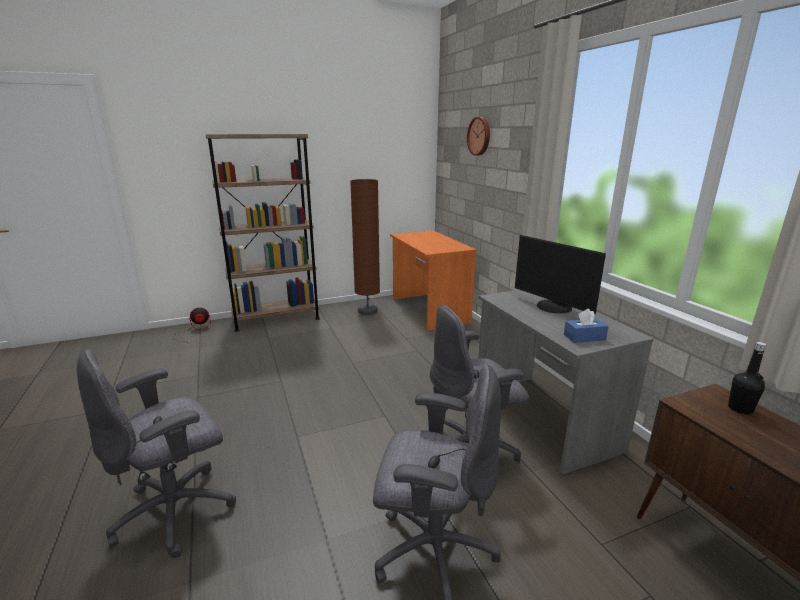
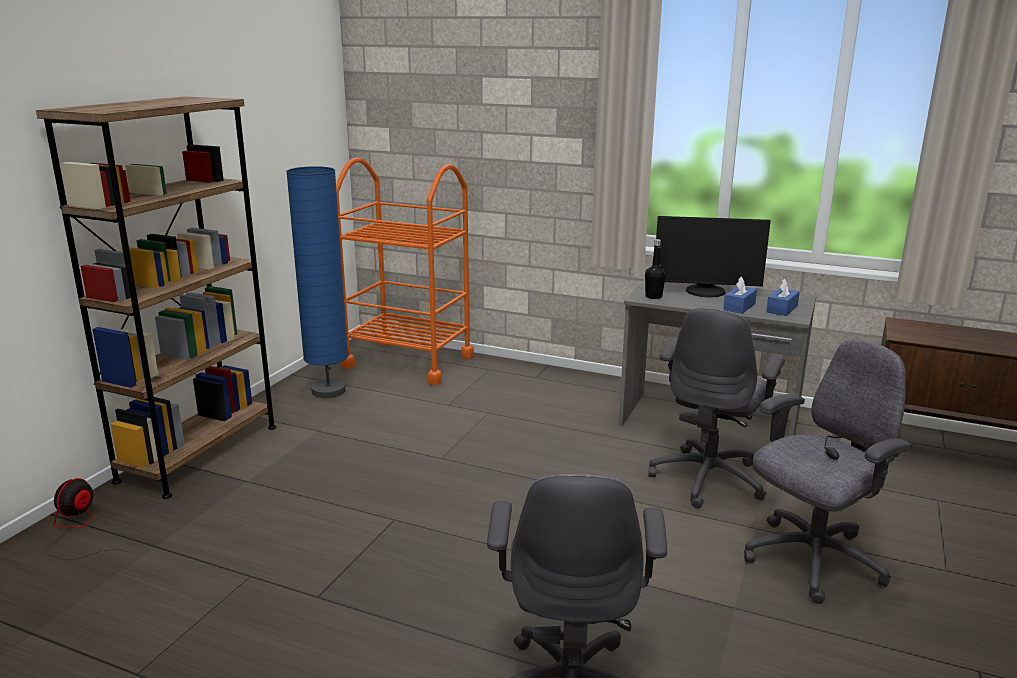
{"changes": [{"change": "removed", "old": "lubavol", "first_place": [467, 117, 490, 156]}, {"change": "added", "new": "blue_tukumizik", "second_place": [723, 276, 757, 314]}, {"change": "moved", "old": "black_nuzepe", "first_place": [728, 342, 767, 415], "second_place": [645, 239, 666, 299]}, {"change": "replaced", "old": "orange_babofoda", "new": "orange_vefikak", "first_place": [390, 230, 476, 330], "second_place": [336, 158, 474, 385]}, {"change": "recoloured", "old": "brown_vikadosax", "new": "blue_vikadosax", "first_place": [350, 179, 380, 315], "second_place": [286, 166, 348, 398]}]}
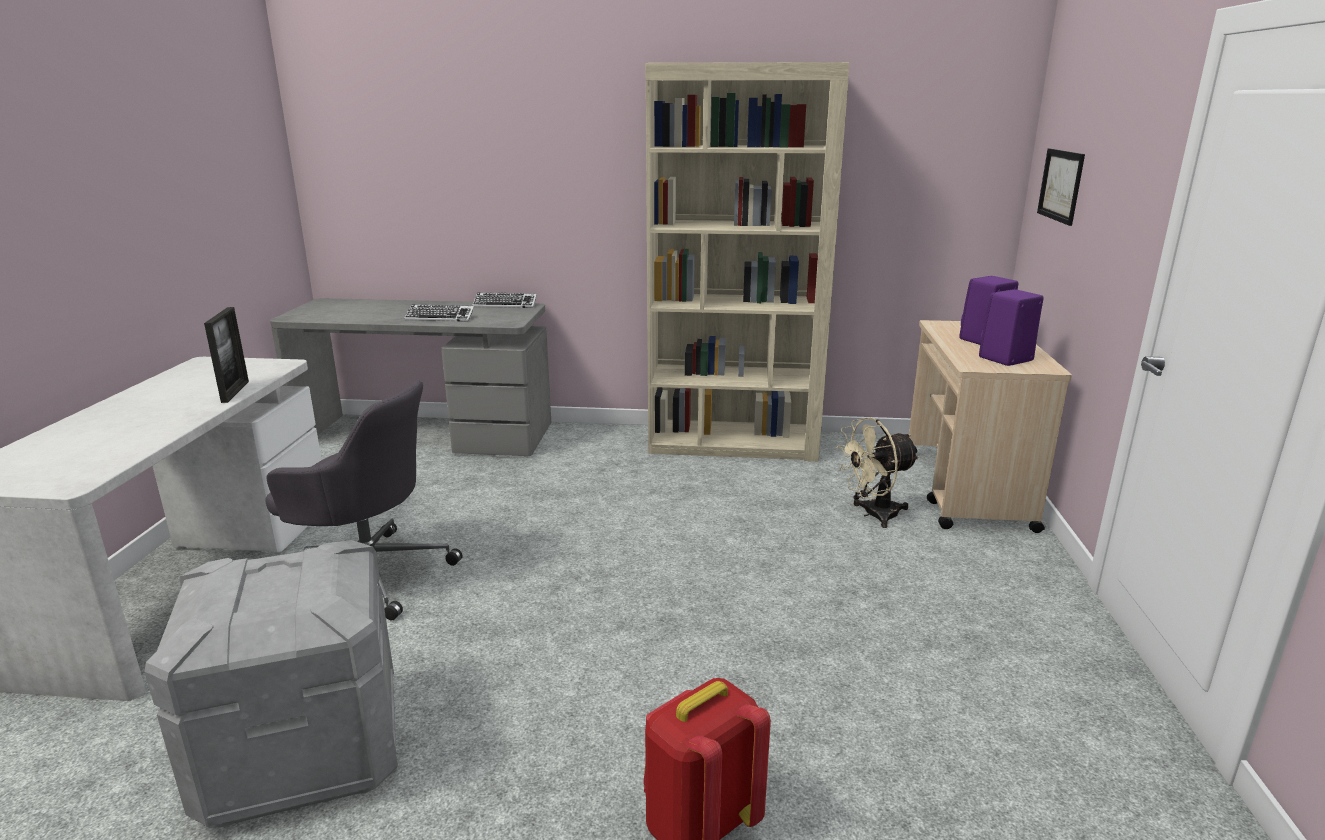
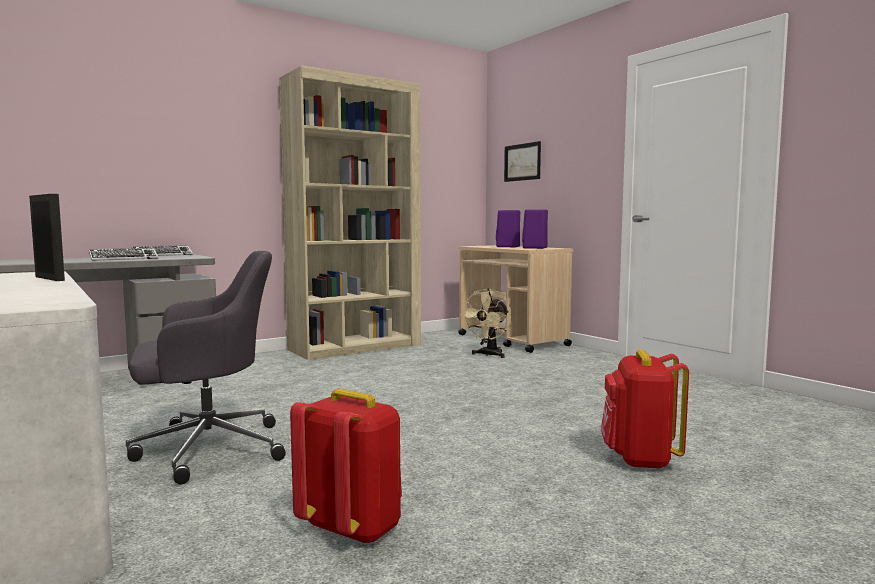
{"changes": [{"change": "replaced", "old": "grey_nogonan", "new": "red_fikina", "first_place": [144, 540, 398, 828], "second_place": [290, 389, 402, 545]}]}
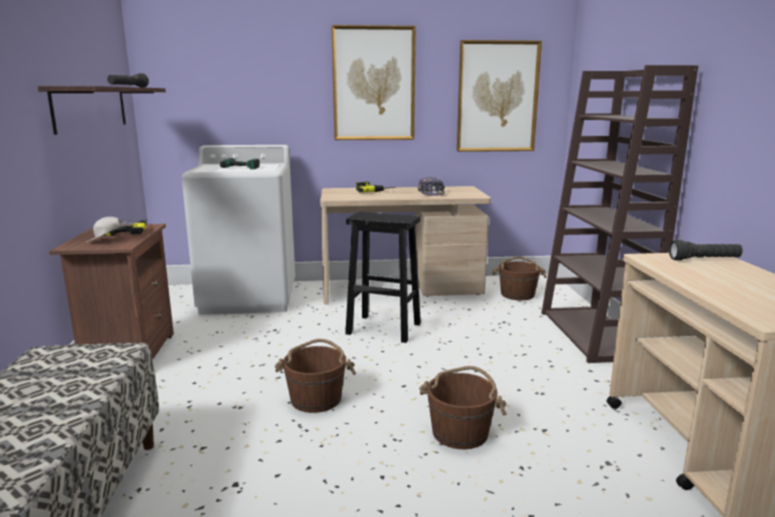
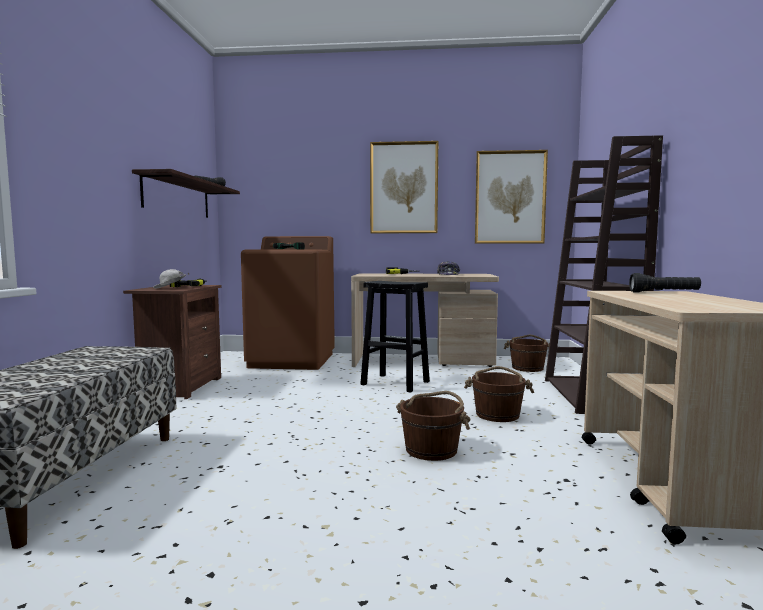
{"changes": [{"change": "moved", "old": "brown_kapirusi", "first_place": [275, 339, 356, 413], "second_place": [464, 366, 534, 422]}, {"change": "recoloured", "old": "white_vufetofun", "new": "brown_vufetofun", "first_place": [182, 145, 295, 315], "second_place": [241, 236, 335, 370]}]}
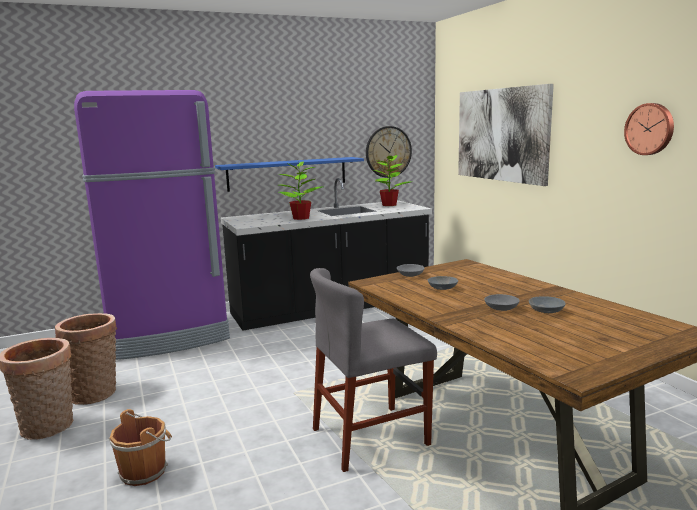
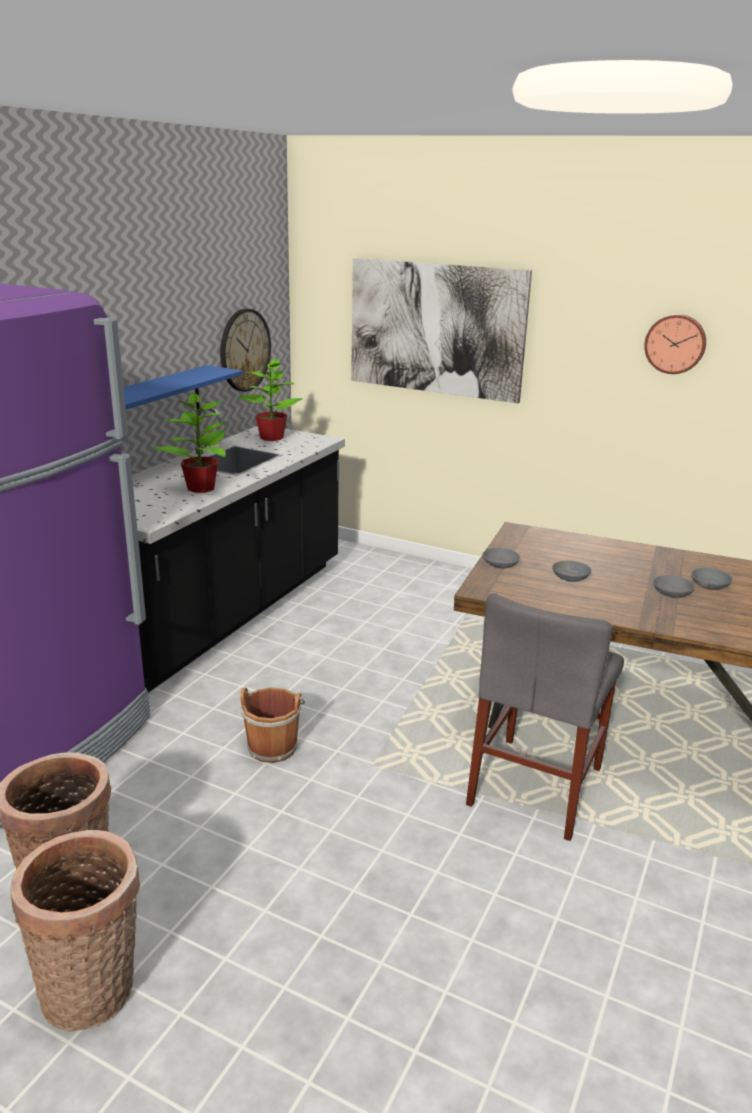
{"changes": [{"change": "moved", "old": "brown_kapirusi", "first_place": [108, 409, 172, 486], "second_place": [240, 687, 305, 763]}]}
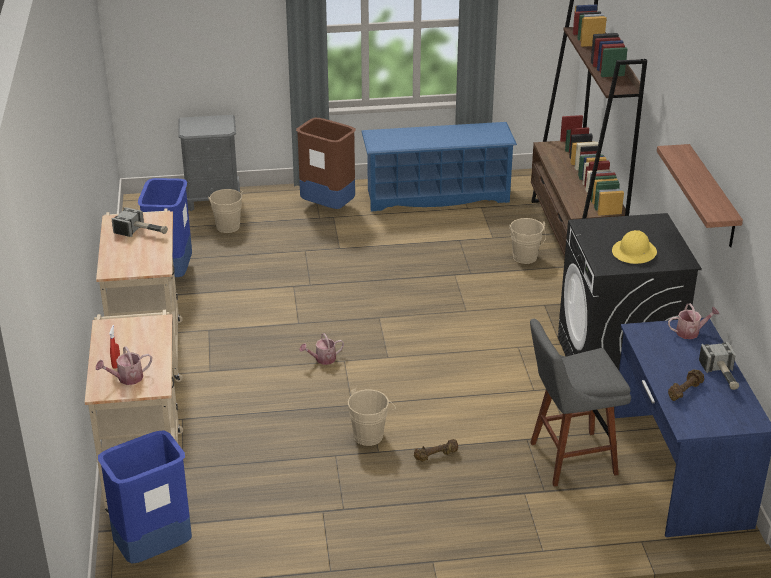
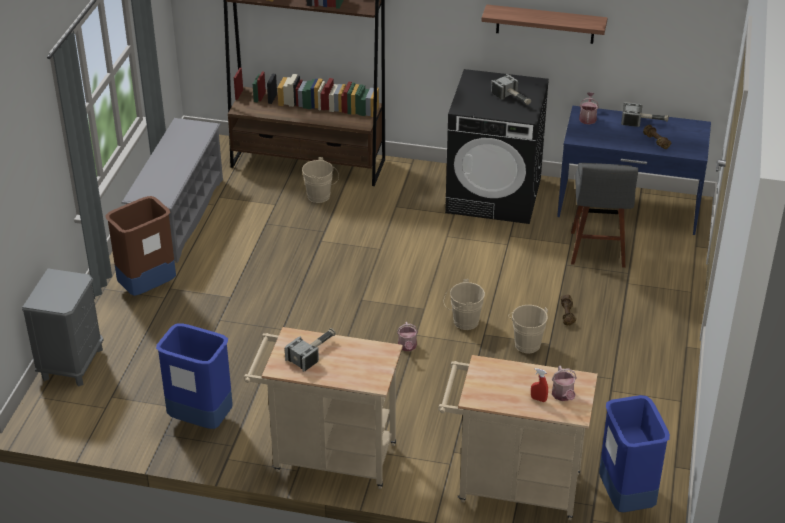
{"changes": [{"change": "moved", "old": "beige_kapirusi", "first_place": [208, 189, 243, 233], "second_place": [444, 279, 485, 330]}, {"change": "replaced", "old": "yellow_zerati", "new": "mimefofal", "first_place": [612, 230, 657, 264], "second_place": [491, 74, 531, 105]}, {"change": "recoloured", "old": "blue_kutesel", "new": "grey_kutesel", "first_place": [361, 122, 517, 212], "second_place": [121, 118, 223, 263]}]}
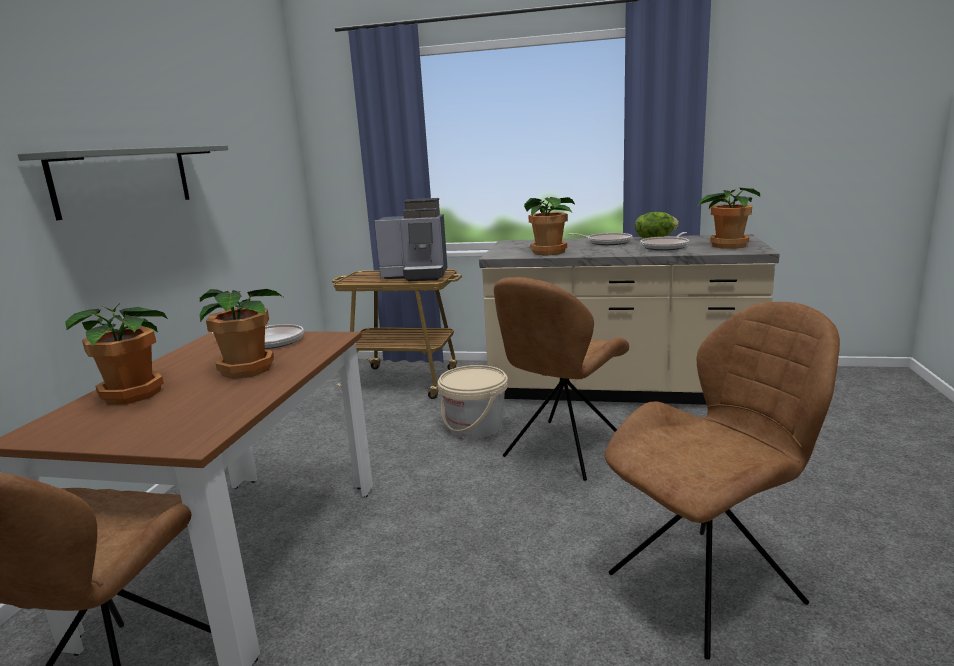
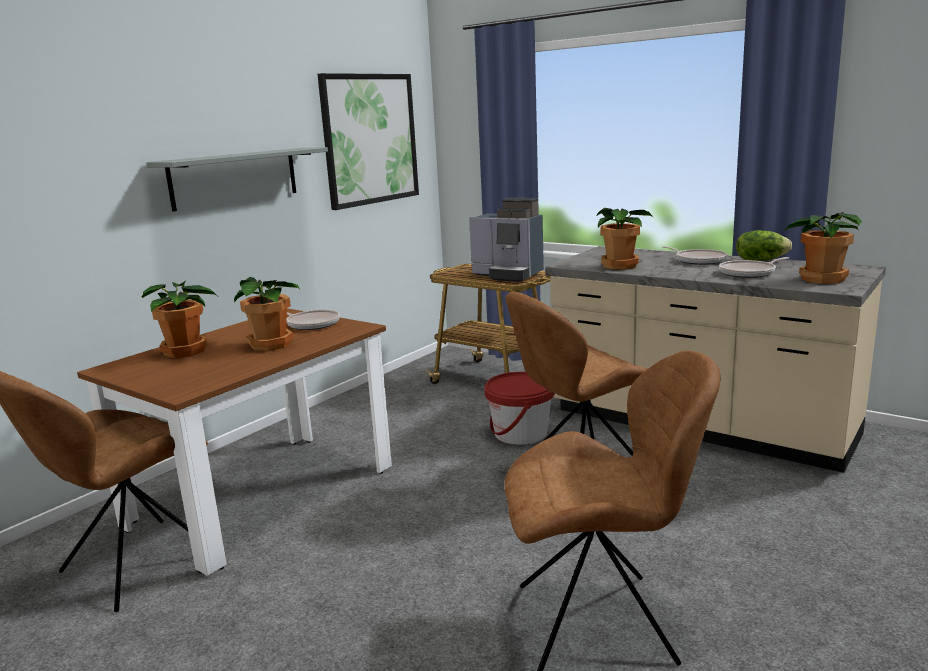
{"changes": [{"change": "added", "new": "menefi", "second_place": [317, 73, 419, 210]}, {"change": "recoloured", "old": "beige_kapirusi", "new": "red_kapirusi", "first_place": [438, 365, 508, 438], "second_place": [484, 372, 555, 445]}]}
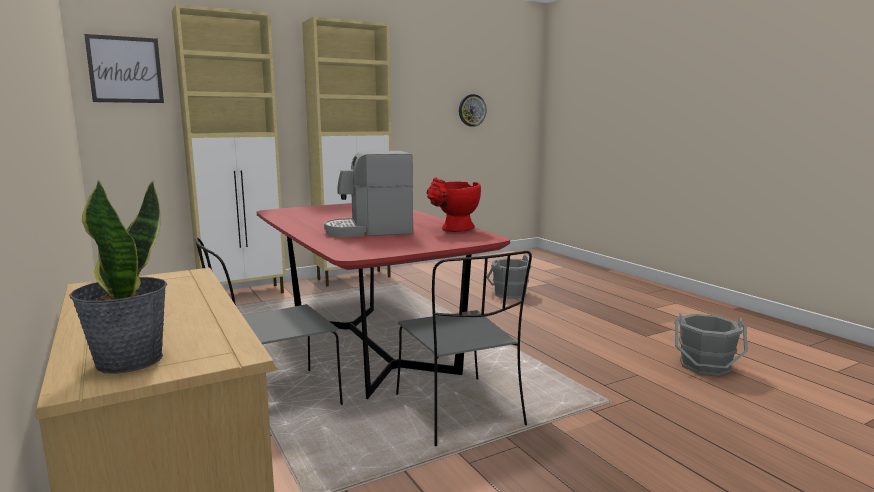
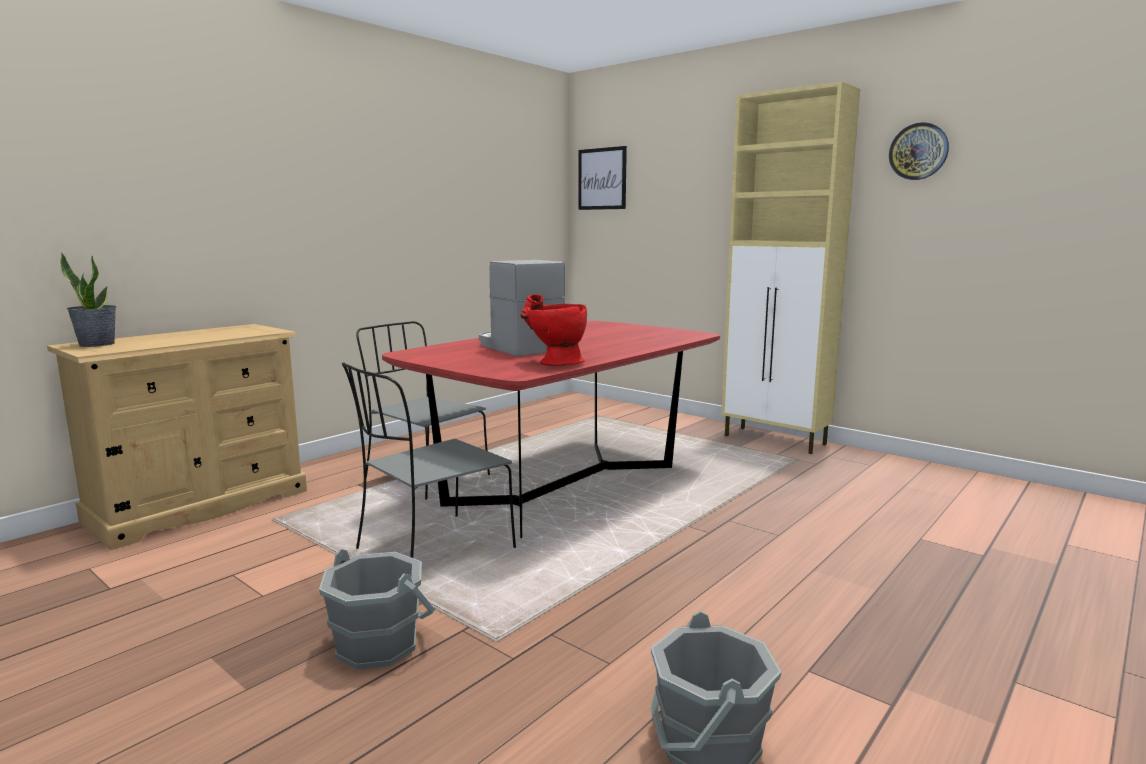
{"changes": [{"change": "removed", "old": "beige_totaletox", "first_place": [172, 4, 286, 293]}, {"change": "moved", "old": "lubavol", "first_place": [459, 94, 487, 127], "second_place": [889, 122, 949, 180]}, {"change": "moved", "old": "grey_kapirusi", "first_place": [486, 255, 531, 299], "second_place": [319, 549, 435, 670]}]}
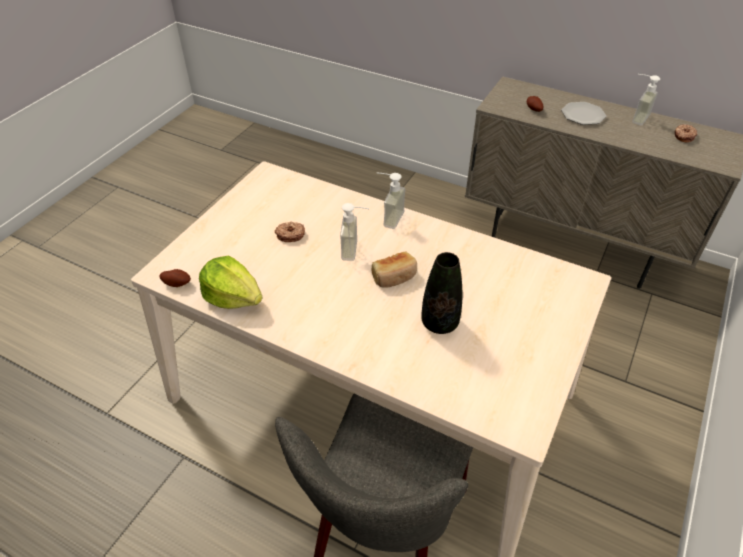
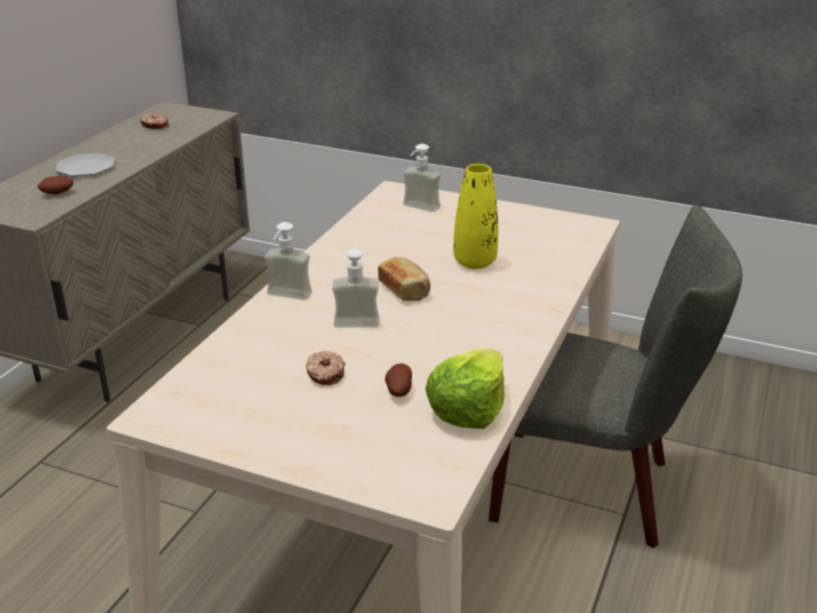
{"changes": [{"change": "moved", "old": "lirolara", "first_place": [159, 269, 191, 287], "second_place": [385, 363, 412, 397]}, {"change": "moved", "old": "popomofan", "first_place": [632, 74, 660, 126], "second_place": [403, 144, 441, 212]}, {"change": "recoloured", "old": "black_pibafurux", "new": "yellow_pibafurux", "first_place": [421, 252, 462, 334], "second_place": [454, 164, 498, 269]}]}
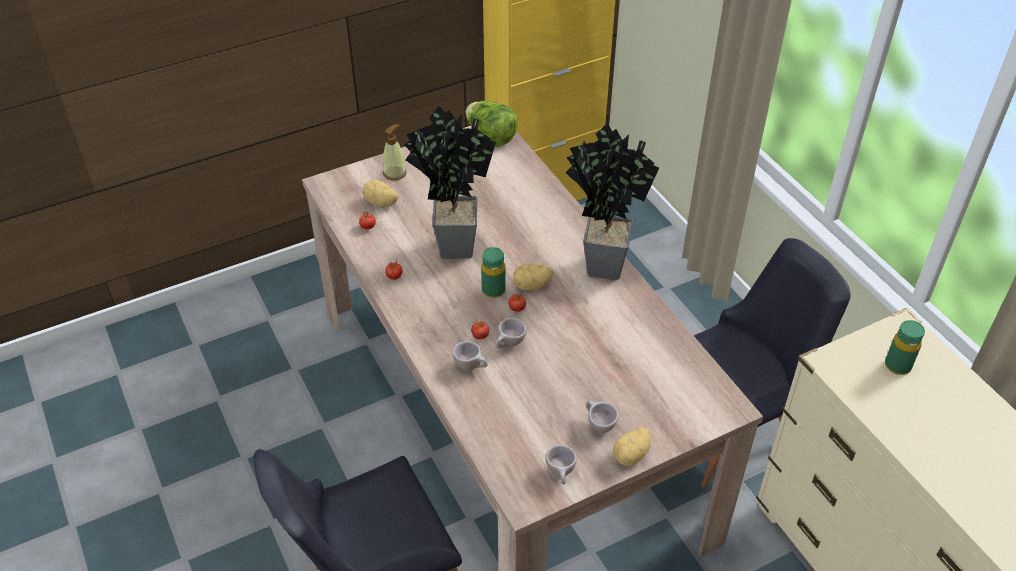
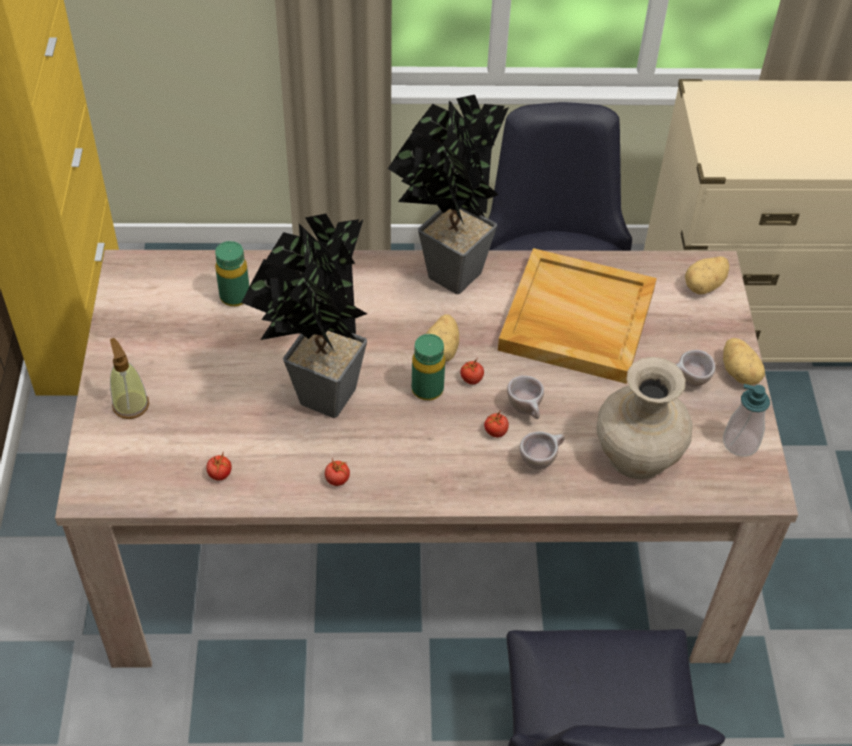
{"changes": [{"change": "removed", "old": "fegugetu", "first_place": [466, 101, 518, 147]}, {"change": "added", "new": "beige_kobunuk", "second_place": [498, 248, 657, 384]}, {"change": "added", "new": "beige_pibafurux", "second_place": [596, 357, 693, 480]}, {"change": "moved", "old": "lirolara", "first_place": [363, 179, 399, 207], "second_place": [685, 257, 729, 294]}, {"change": "moved", "old": "green_nuzepe", "first_place": [885, 320, 925, 375], "second_place": [215, 241, 249, 307]}, {"change": "replaced", "old": "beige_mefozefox", "new": "popomofan", "first_place": [545, 445, 577, 484], "second_place": [723, 384, 770, 457]}]}
